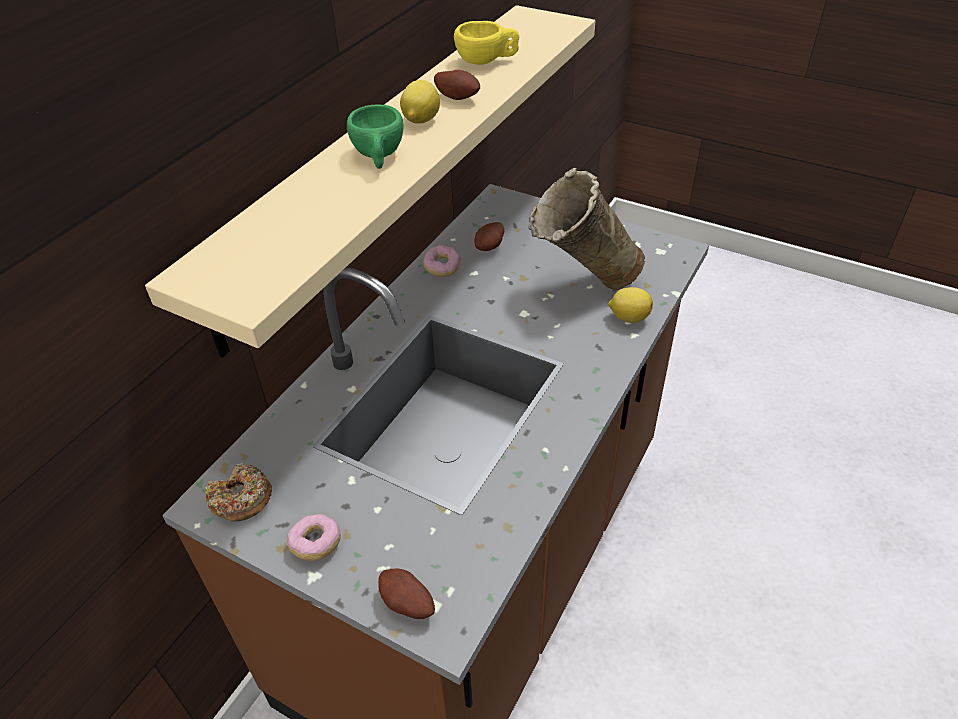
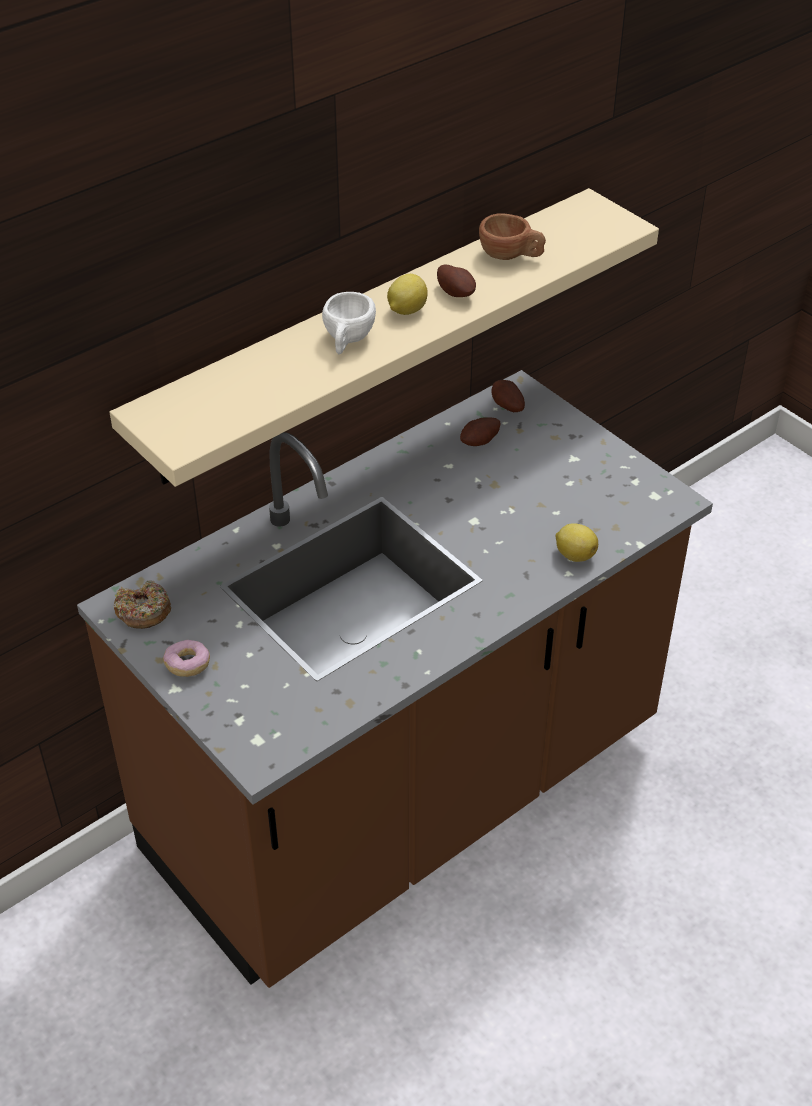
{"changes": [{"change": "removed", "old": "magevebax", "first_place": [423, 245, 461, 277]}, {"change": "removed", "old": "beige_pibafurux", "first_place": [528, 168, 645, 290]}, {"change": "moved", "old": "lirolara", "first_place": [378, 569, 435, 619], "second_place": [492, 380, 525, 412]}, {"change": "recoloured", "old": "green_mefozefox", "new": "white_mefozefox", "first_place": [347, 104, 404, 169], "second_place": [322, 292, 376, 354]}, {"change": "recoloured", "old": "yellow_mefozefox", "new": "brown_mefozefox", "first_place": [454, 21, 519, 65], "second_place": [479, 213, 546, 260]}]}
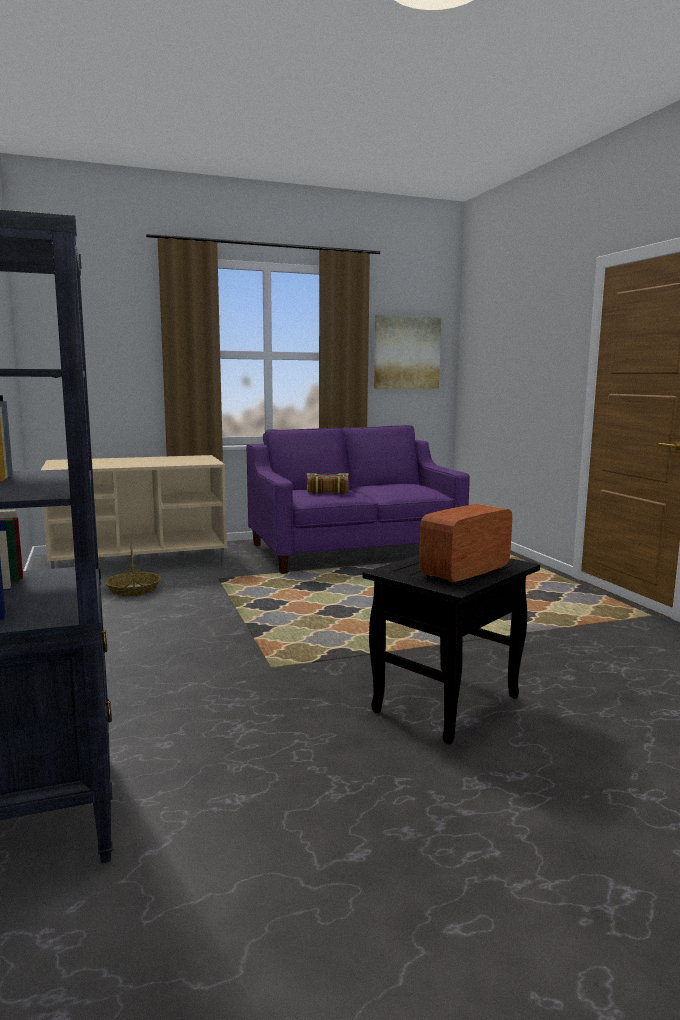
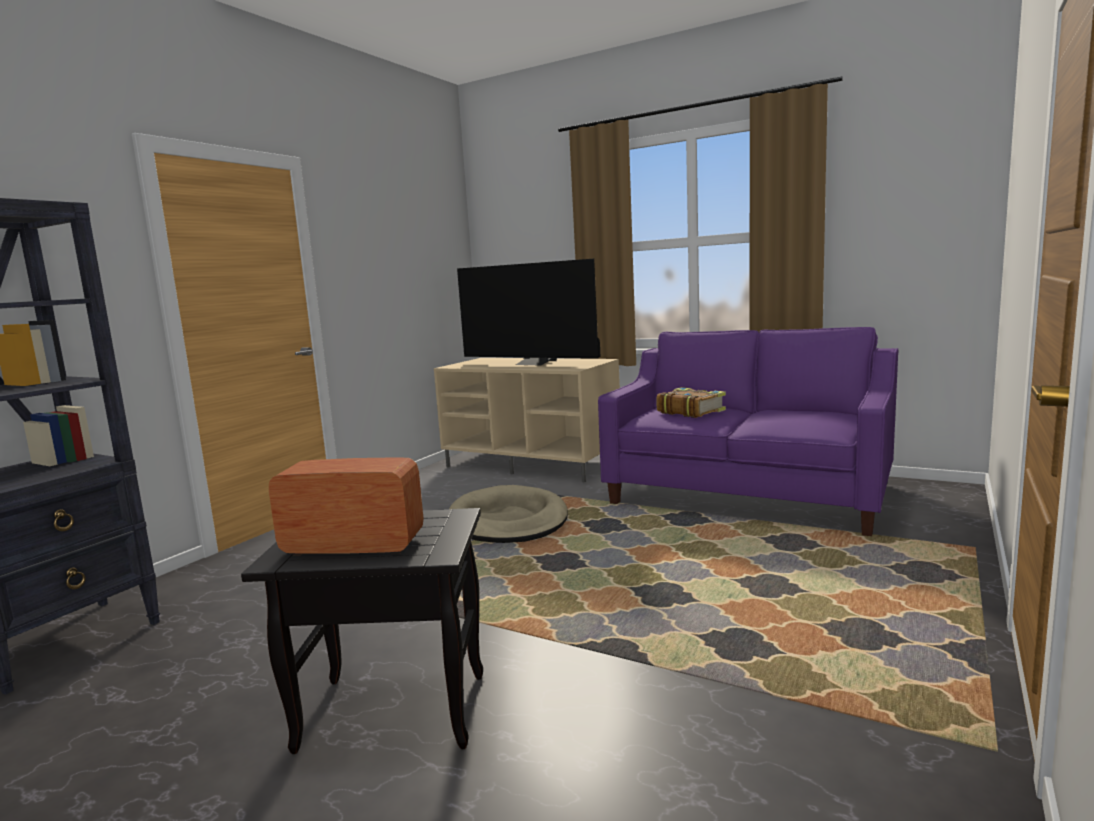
{"changes": [{"change": "removed", "old": "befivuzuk", "first_place": [105, 544, 161, 596]}, {"change": "removed", "old": "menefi", "first_place": [374, 315, 441, 389]}, {"change": "added", "new": "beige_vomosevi", "second_place": [449, 485, 568, 543]}, {"change": "added", "new": "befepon", "second_place": [457, 259, 601, 365]}]}
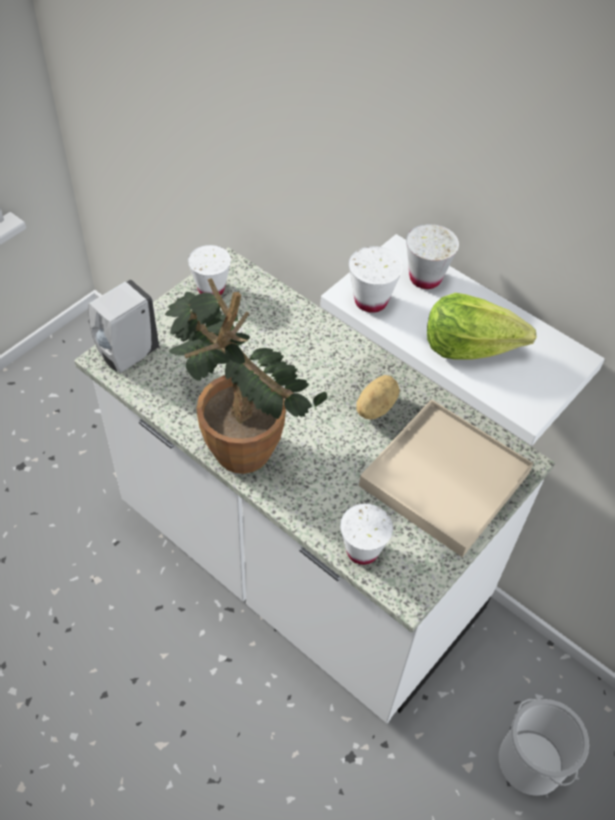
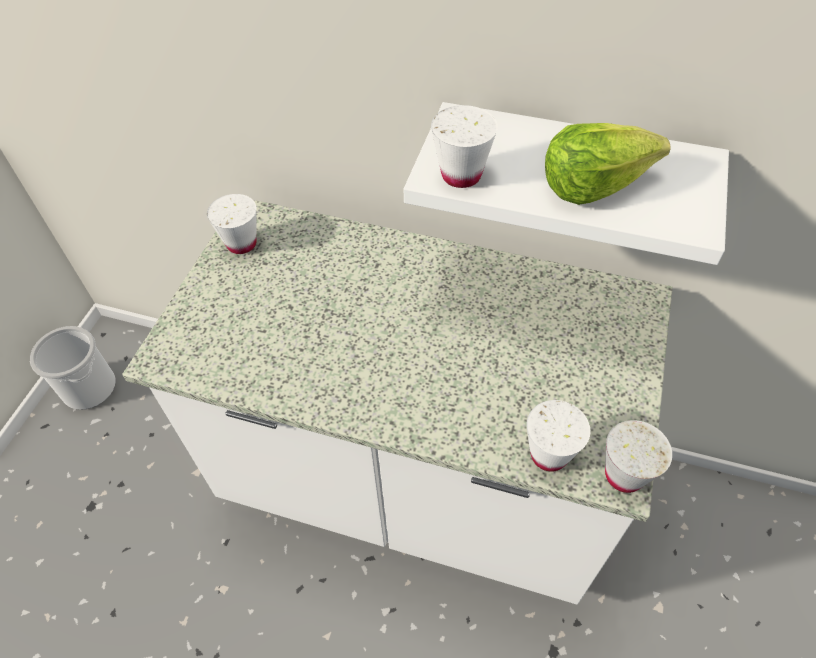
{"changes": [{"change": "removed", "old": "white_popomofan", "first_place": [88, 280, 159, 373]}, {"change": "removed", "old": "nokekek", "first_place": [165, 278, 327, 474]}, {"change": "removed", "old": "lirolara", "first_place": [356, 375, 400, 420]}, {"change": "removed", "old": "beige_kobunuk", "first_place": [359, 399, 533, 557]}, {"change": "moved", "old": "white_mefozefox", "first_place": [406, 224, 459, 289], "second_place": [605, 420, 672, 493]}, {"change": "moved", "old": "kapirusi", "first_place": [499, 699, 589, 796], "second_place": [30, 326, 116, 410]}]}
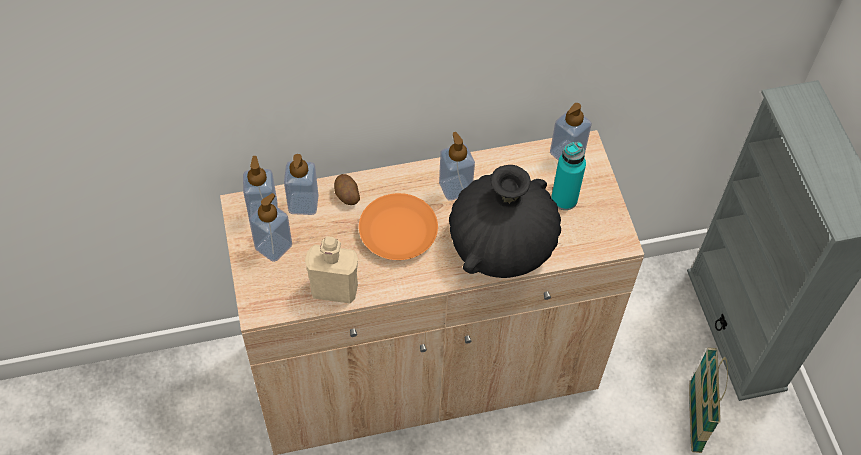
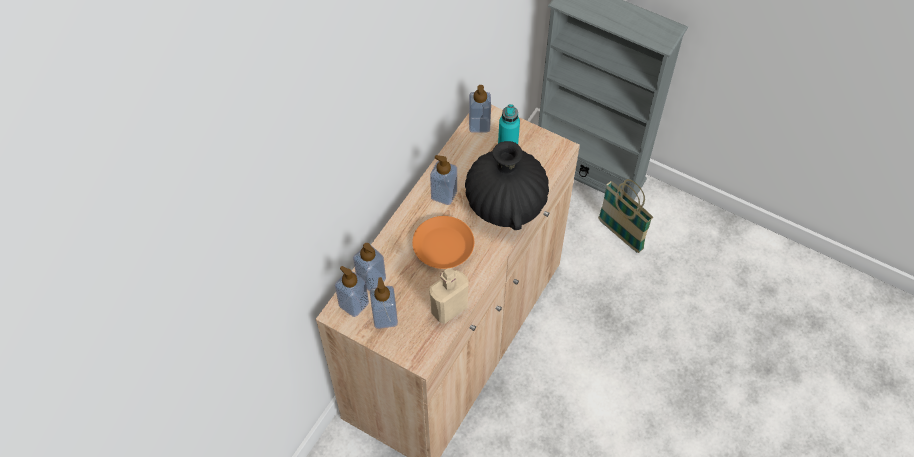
{"changes": [{"change": "removed", "old": "lirolara", "first_place": [334, 174, 360, 205]}]}
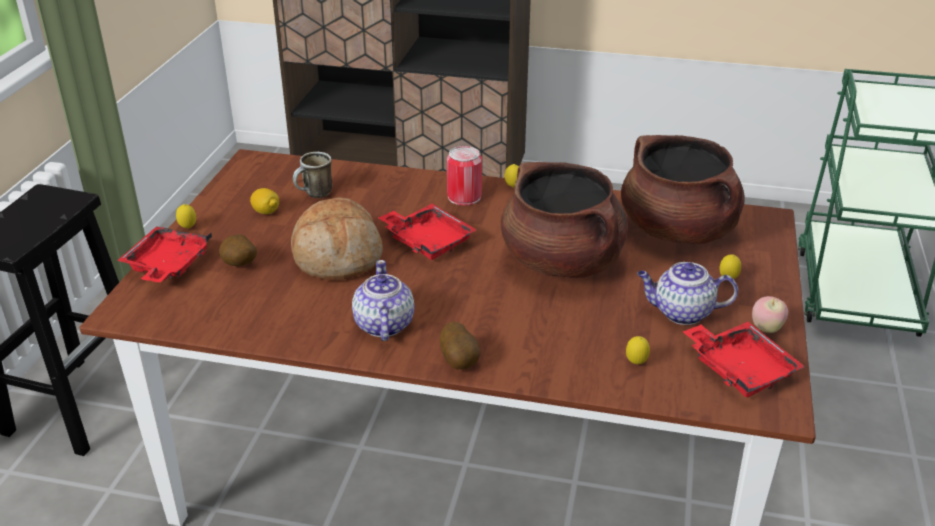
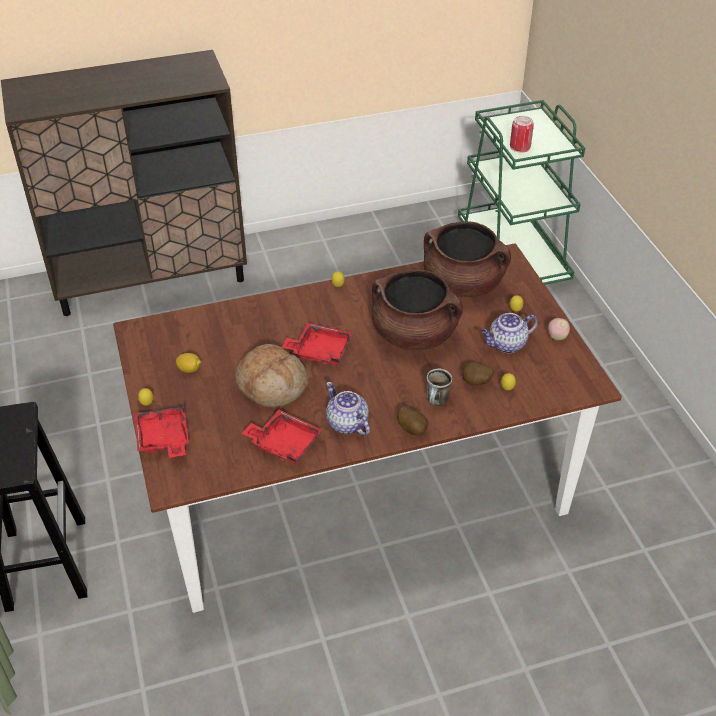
{"changes": [{"change": "moved", "old": "lirolara", "first_place": [219, 234, 257, 266], "second_place": [462, 362, 494, 386]}, {"change": "moved", "old": "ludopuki", "first_place": [293, 152, 332, 198], "second_place": [426, 369, 452, 406]}, {"change": "moved", "old": "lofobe", "first_place": [447, 146, 482, 205], "second_place": [510, 116, 534, 153]}, {"change": "moved", "old": "red_kobunuk", "first_place": [682, 322, 805, 397], "second_place": [242, 409, 322, 464]}]}
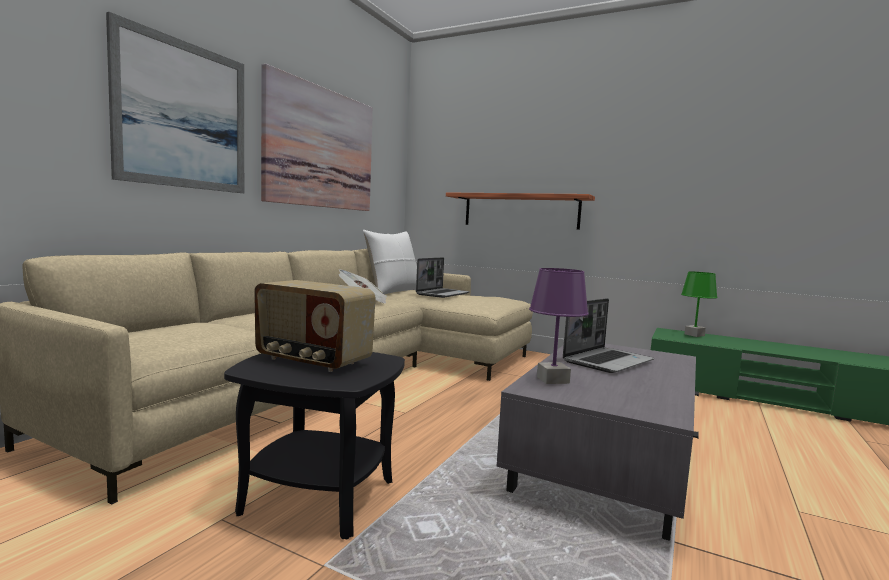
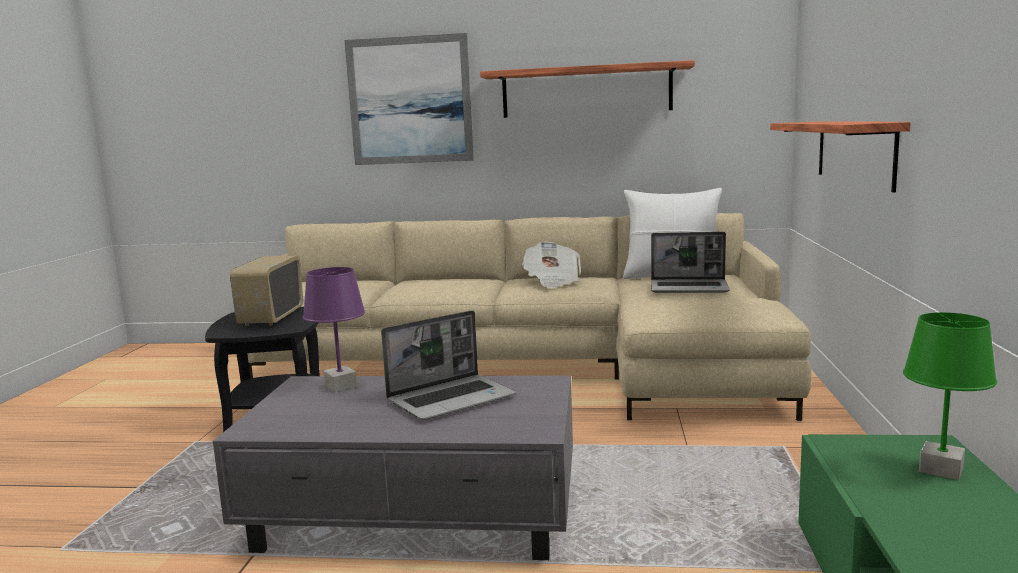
{"changes": [{"change": "replaced", "old": "menefi", "new": "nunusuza", "first_place": [261, 64, 373, 211], "second_place": [480, 60, 695, 118]}, {"change": "turned", "old": "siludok", "first_place": [563, 298, 654, 373], "second_place": [381, 310, 516, 420], "degrees": -60}]}
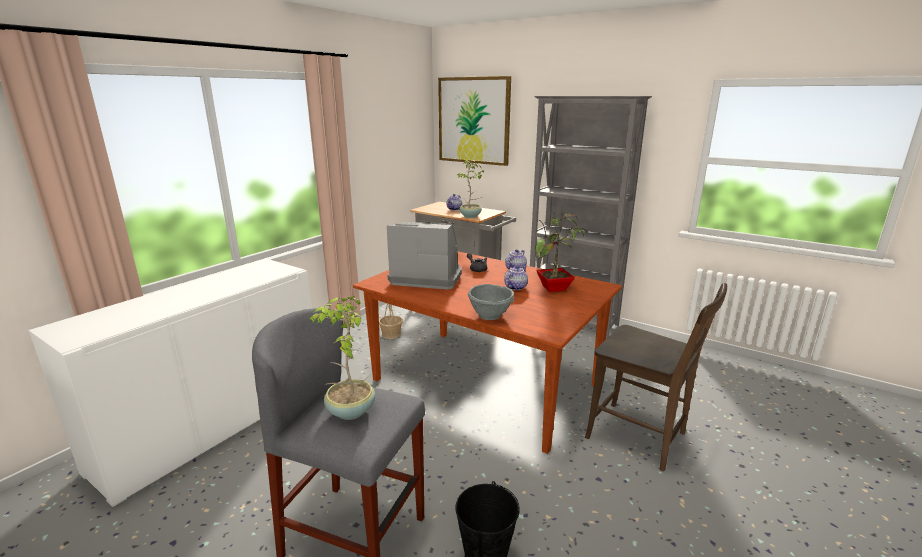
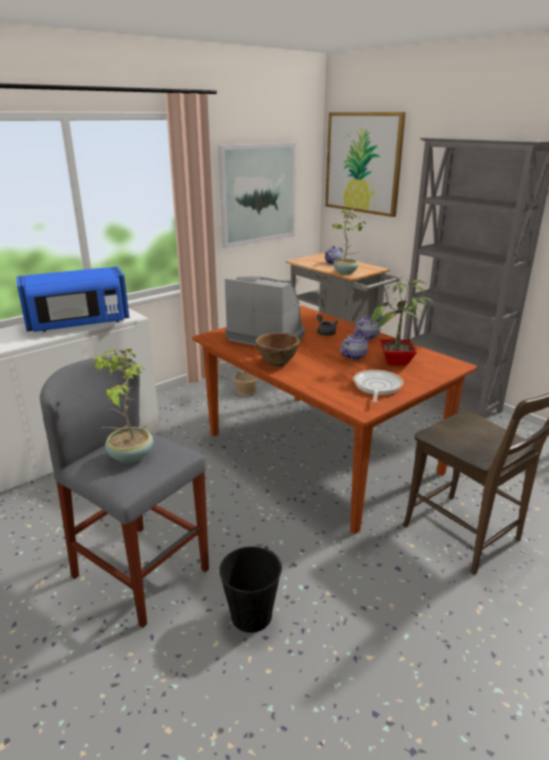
{"changes": [{"change": "removed", "old": "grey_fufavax", "first_place": [468, 284, 514, 320]}, {"change": "added", "new": "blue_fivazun", "second_place": [17, 266, 130, 332]}, {"change": "added", "new": "menefi", "second_place": [218, 143, 296, 248]}, {"change": "added", "new": "brown_fufavax", "second_place": [255, 333, 300, 367]}, {"change": "added", "new": "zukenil", "second_place": [353, 370, 403, 403]}]}
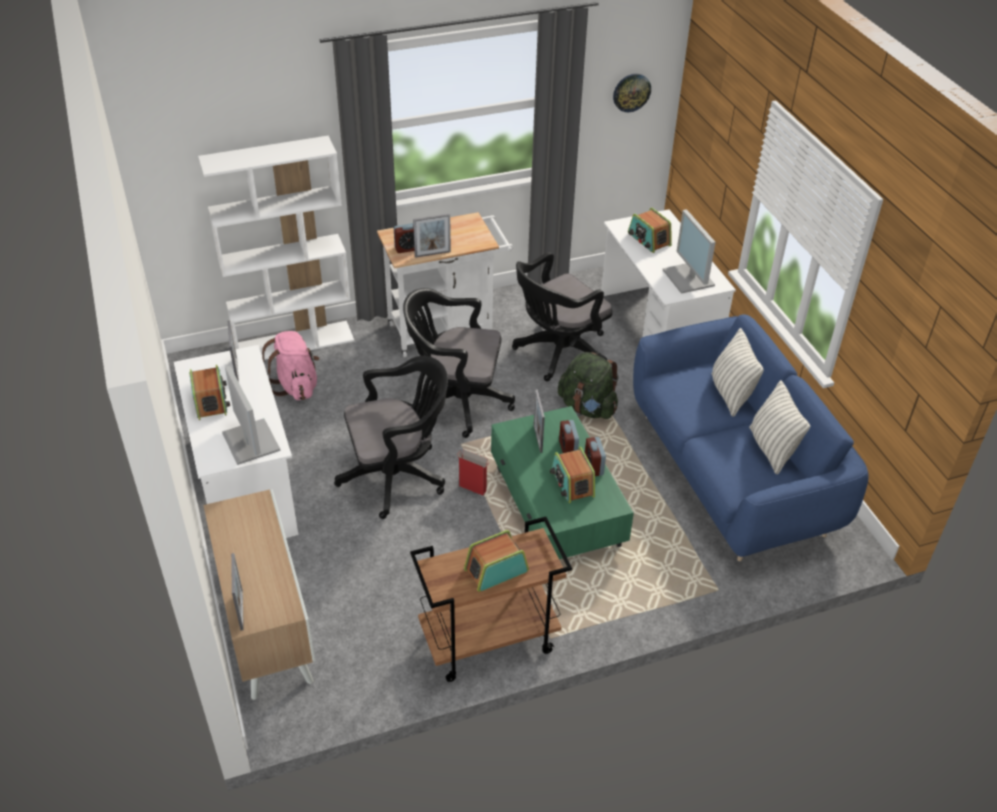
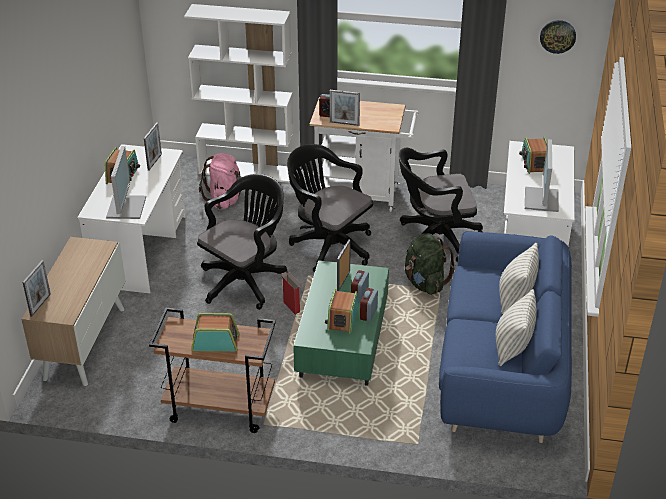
{"changes": [{"change": "turned", "old": "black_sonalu", "first_place": [334, 356, 448, 519], "second_place": [197, 174, 288, 310], "degrees": -60}]}
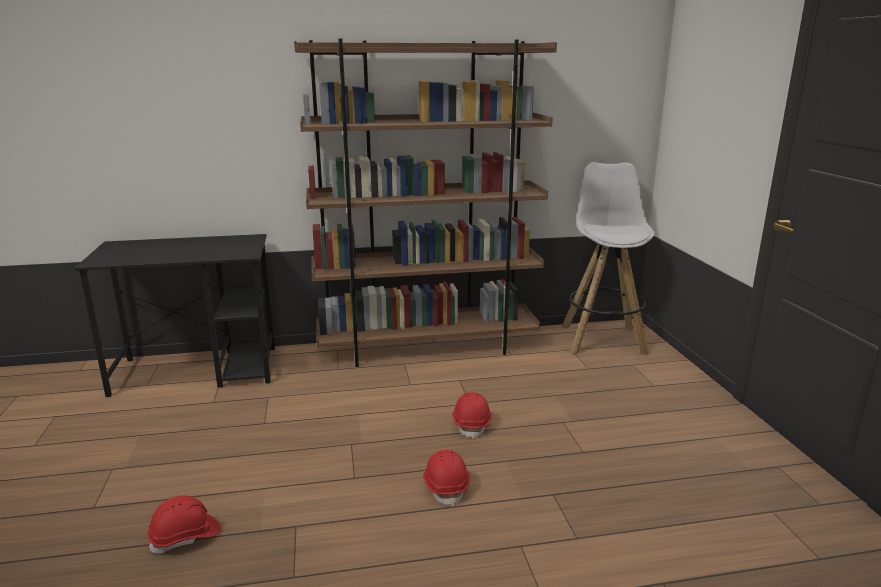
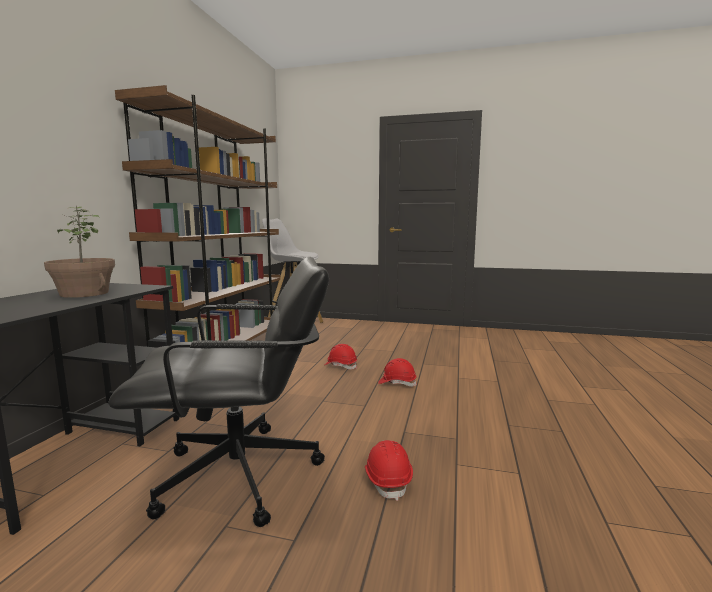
{"changes": [{"change": "added", "new": "nokekek", "second_place": [44, 206, 115, 298]}, {"change": "added", "new": "black_sonalu", "second_place": [108, 257, 329, 527]}]}
